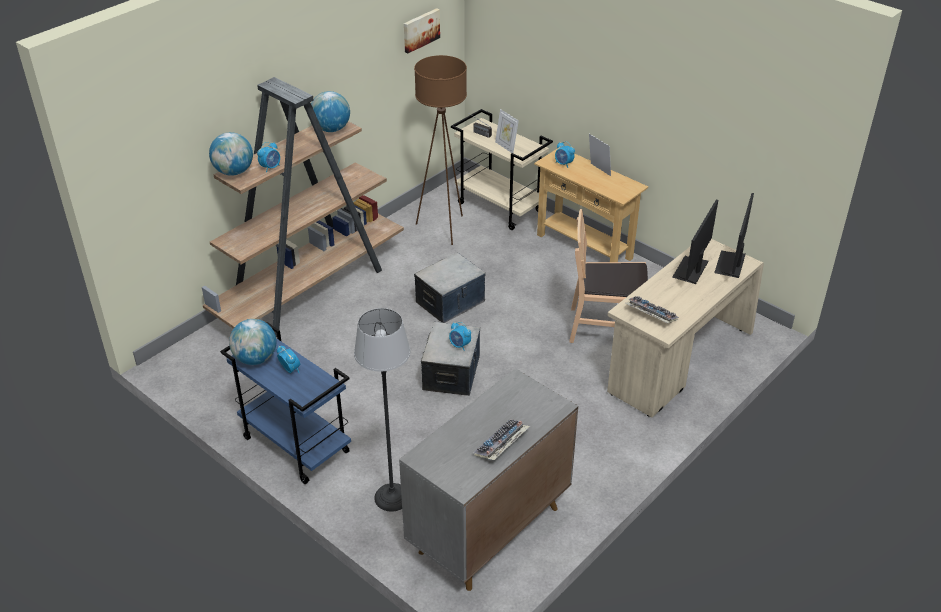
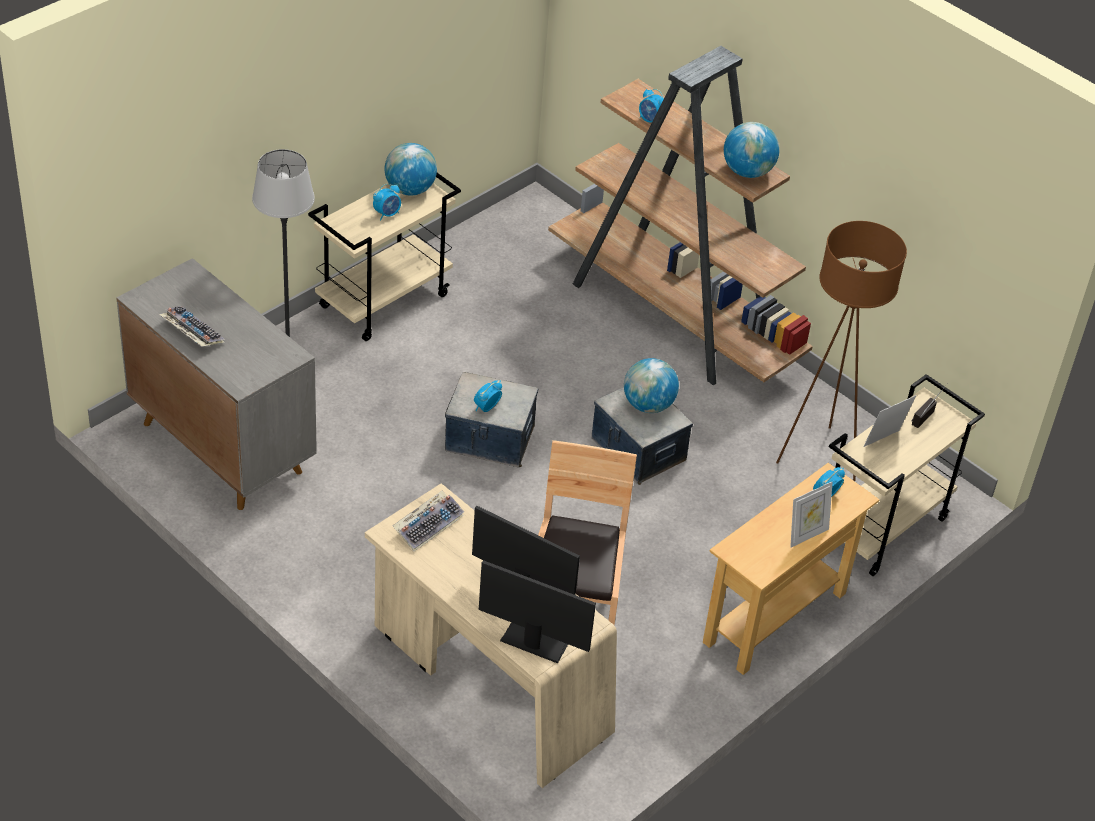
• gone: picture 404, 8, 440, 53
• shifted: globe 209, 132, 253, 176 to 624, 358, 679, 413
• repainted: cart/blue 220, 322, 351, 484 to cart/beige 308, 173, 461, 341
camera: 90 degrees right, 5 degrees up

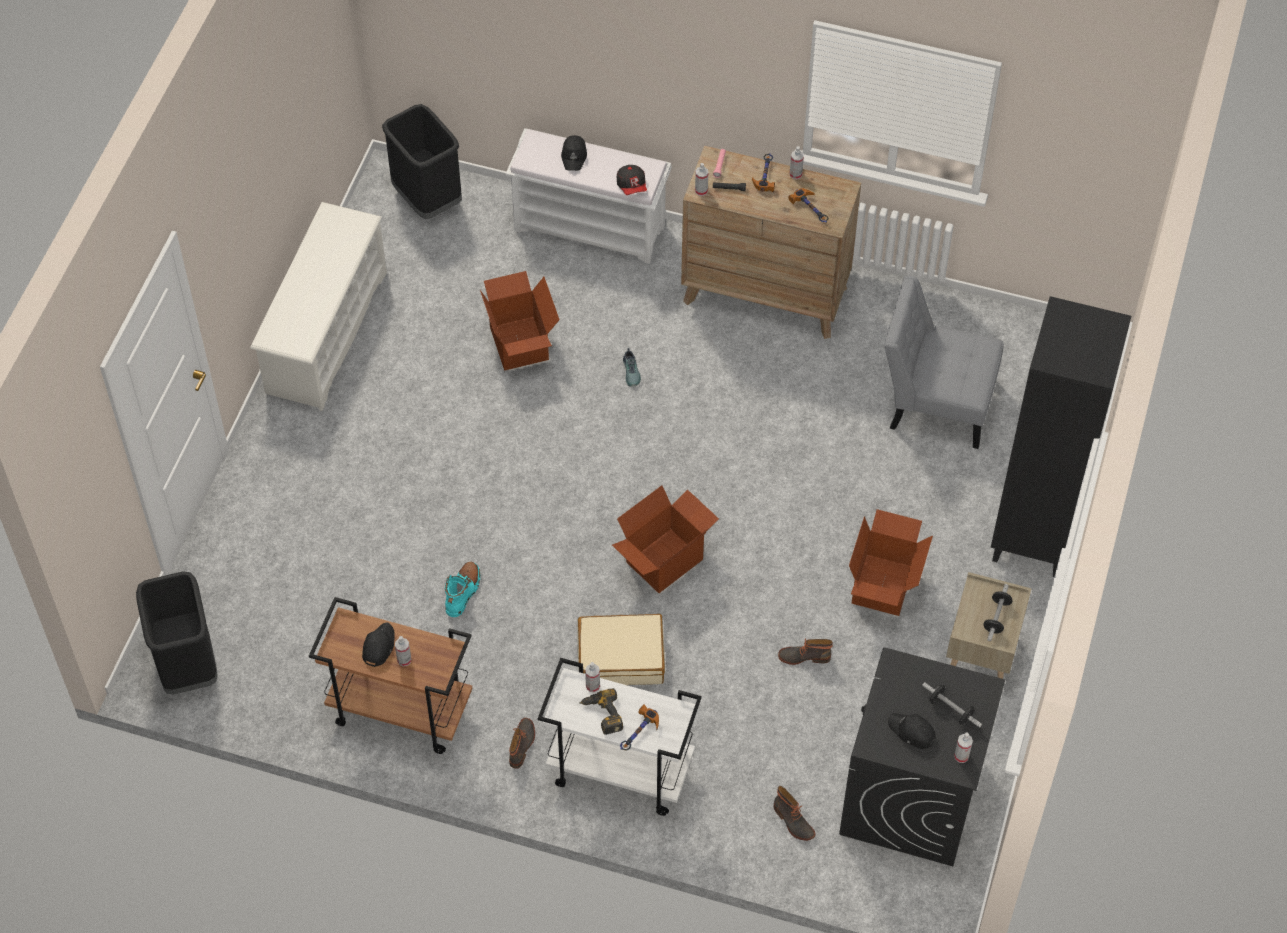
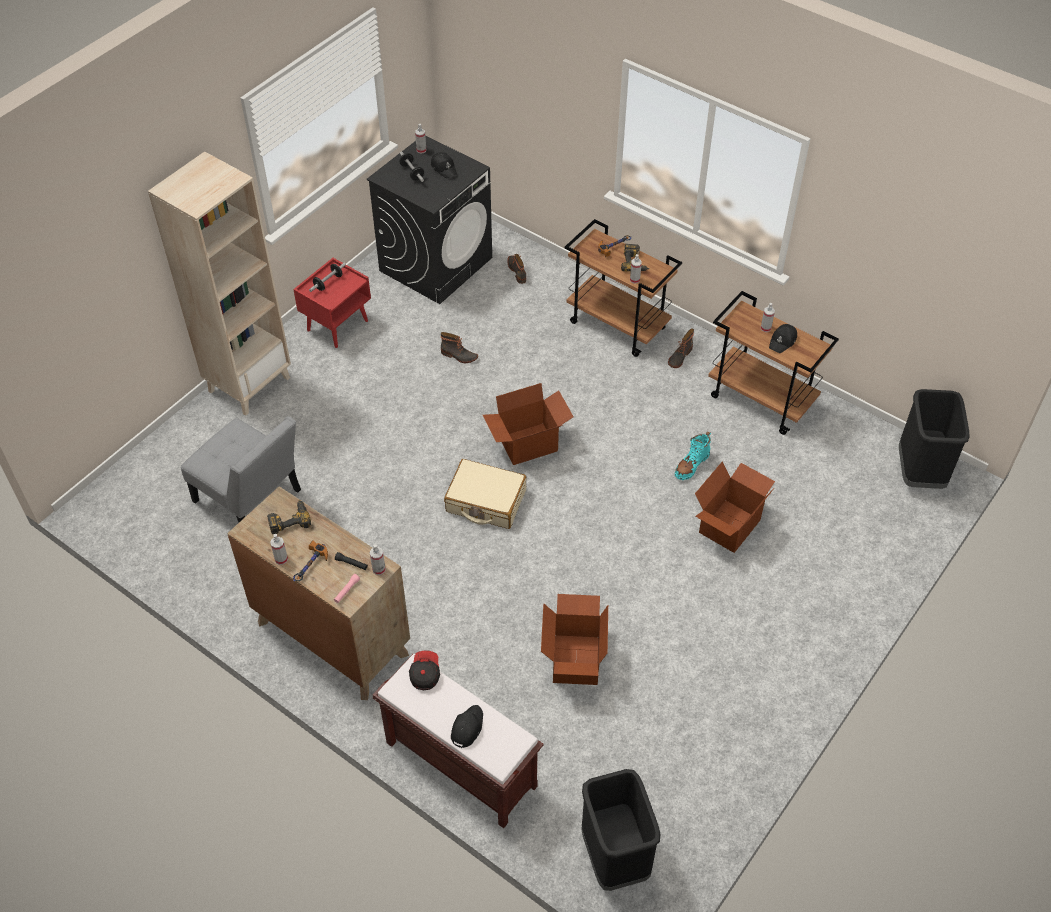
• repainted: bench/white 506, 128, 672, 264 to bench/brown 372, 654, 544, 828
• swapped: hammer 788, 188, 829, 222 to power drill 267, 500, 311, 534
• gone: shoe rack/white 250, 202, 387, 411
• repainted: bookcase/black 991, 296, 1131, 577 to bookcase/beige 148, 151, 291, 416
• gone: shoe 623, 348, 641, 387
• shifted: cardboard box 849, 509, 933, 616 to 695, 461, 775, 553
• repainted: nightstand/beige 946, 572, 1032, 679 to nightstand/red 293, 258, 371, 348
• shifted: suitcase/beige 578, 614, 665, 685 to 444, 459, 526, 529
• repainted: cart/white 538, 658, 702, 816 to cart/brown 565, 219, 682, 357
camera: 160 degrees left, 5 degrees down

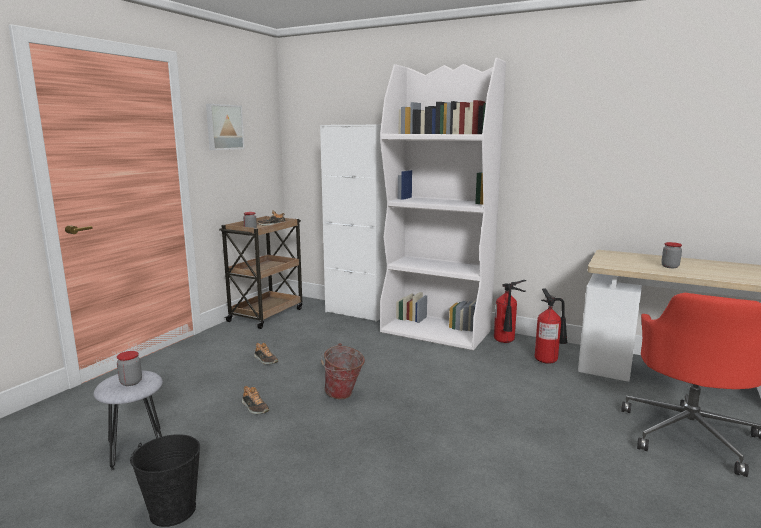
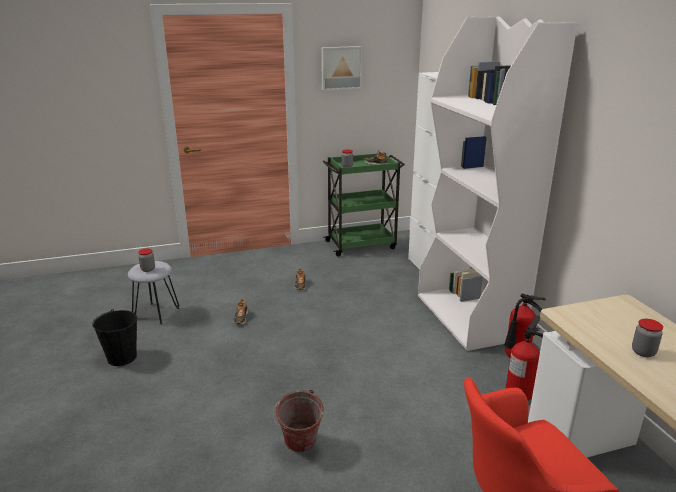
• repainted: cart/brown 219, 216, 302, 329 to cart/green 323, 153, 405, 257
• shifted: bucket 321, 343, 365, 399 to 273, 389, 324, 452
camera: 45 degrees right, 10 degrees up

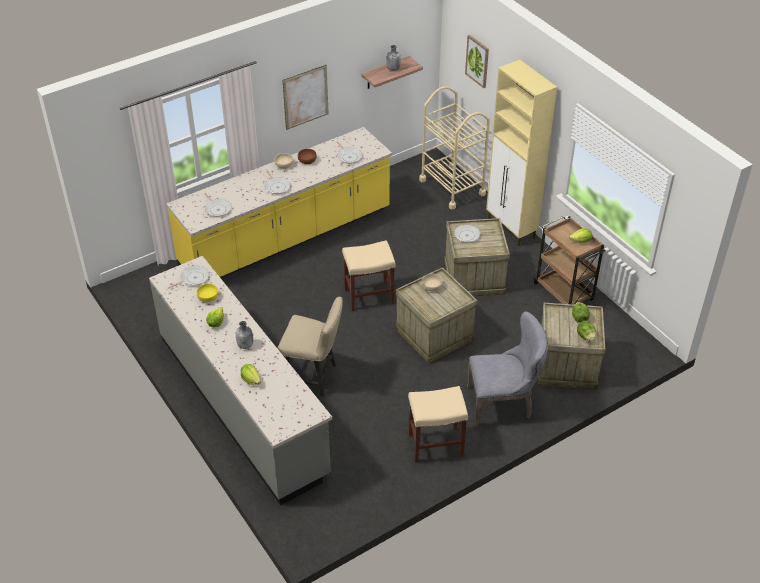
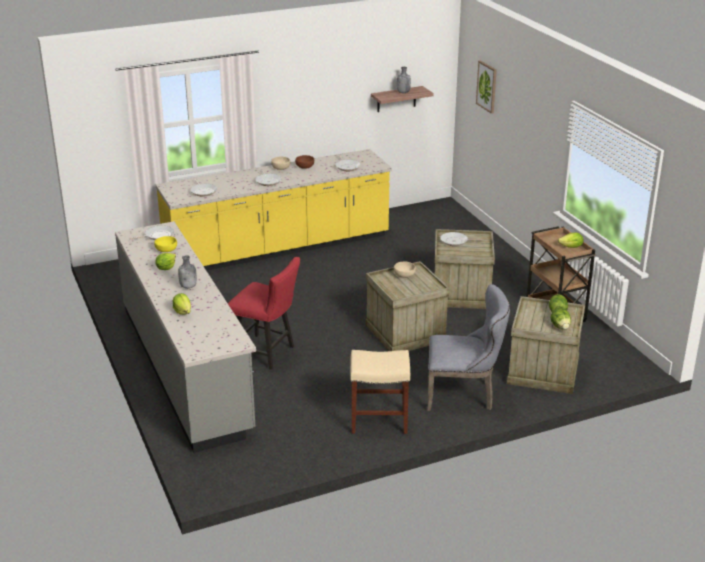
• gone: cabinet/beige 486, 60, 557, 246
• gone: picture 283, 65, 329, 130
• gone: cart/beige 419, 86, 490, 210
• gone: stool/beige 342, 240, 396, 311
• repainted: chair/beige 277, 297, 343, 396 to chair/red 228, 257, 300, 370
camera: 10 degrees right, 15 degrees down

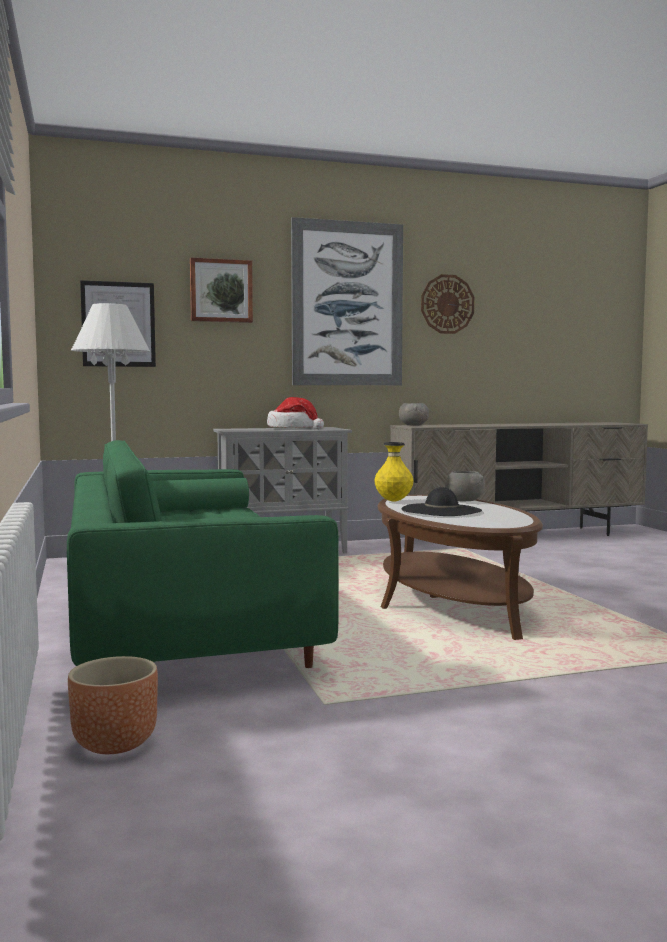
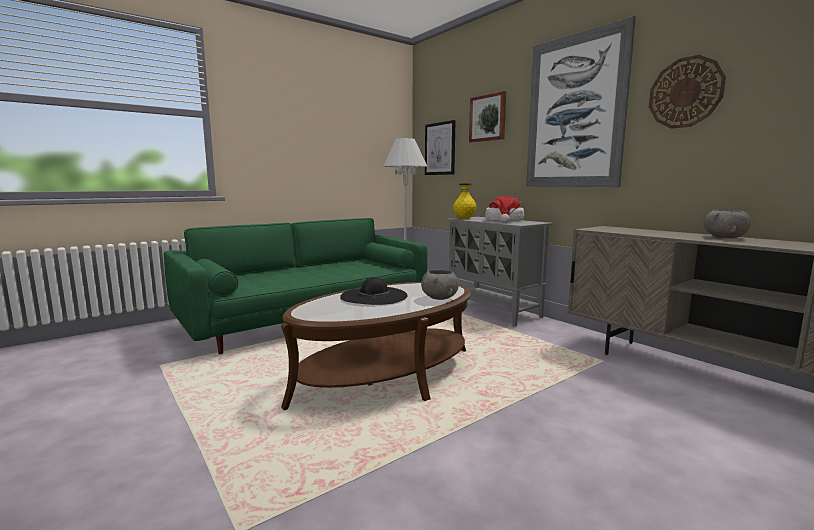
• shifted: bowl/grey 399, 403, 429, 425 to 704, 210, 751, 238
• shifted: vase/yellow 374, 442, 414, 501 to 453, 184, 477, 219
• gone: planter/brown 68, 656, 158, 754
camera: 70 degrees right, 5 degrees up

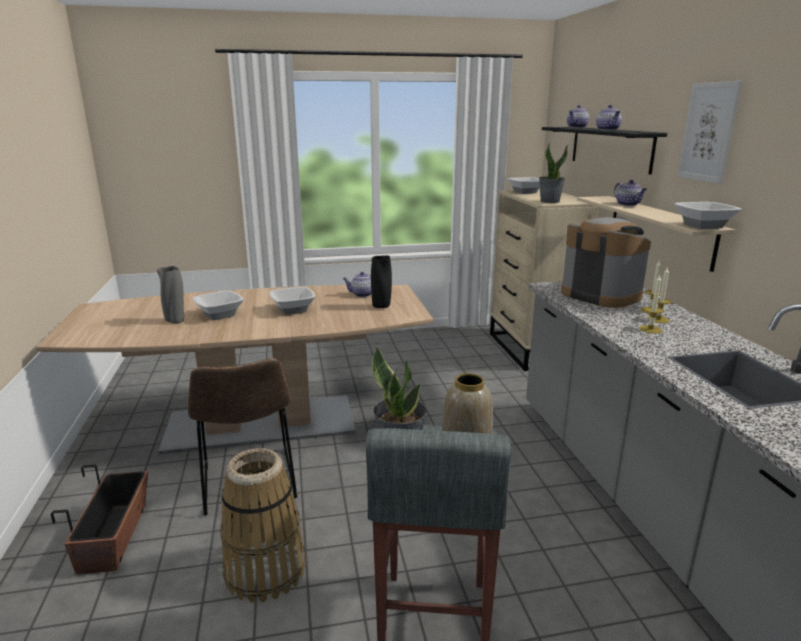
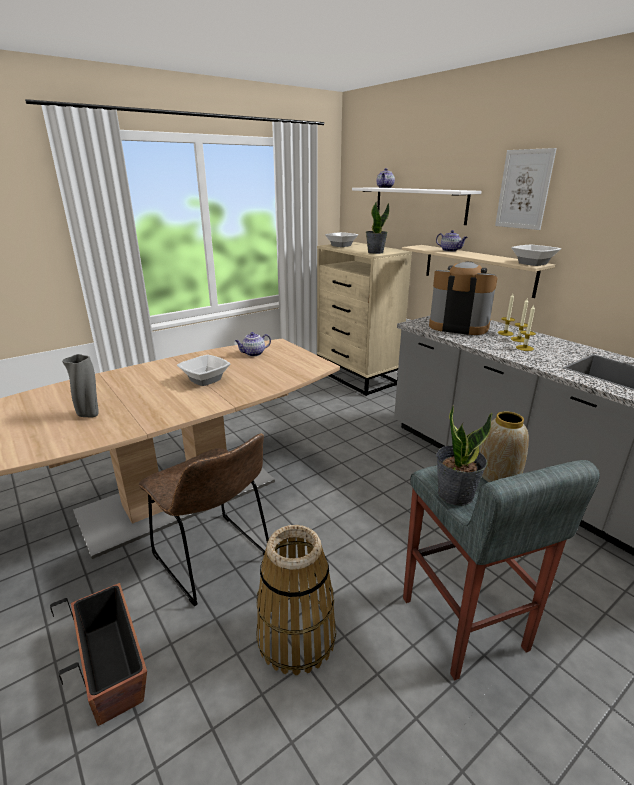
• gone: teapot 596, 105, 622, 130
• repainted: shelf/black 542, 127, 667, 175 to shelf/white 352, 187, 482, 225
• gone: vase/black 371, 255, 392, 308
• gone: bowl 193, 290, 244, 320
camera: 25 degrees left, 5 degrees up

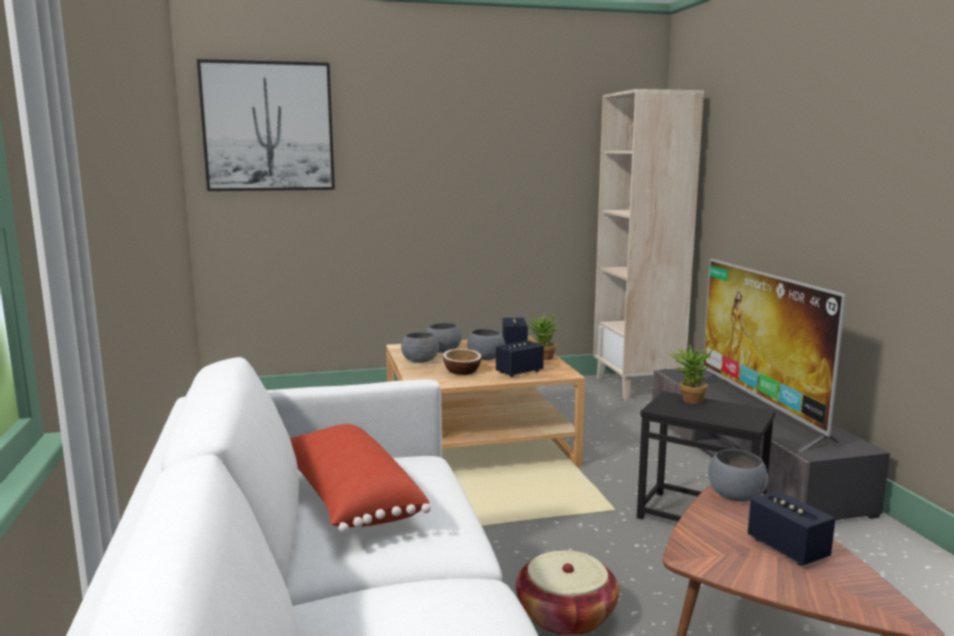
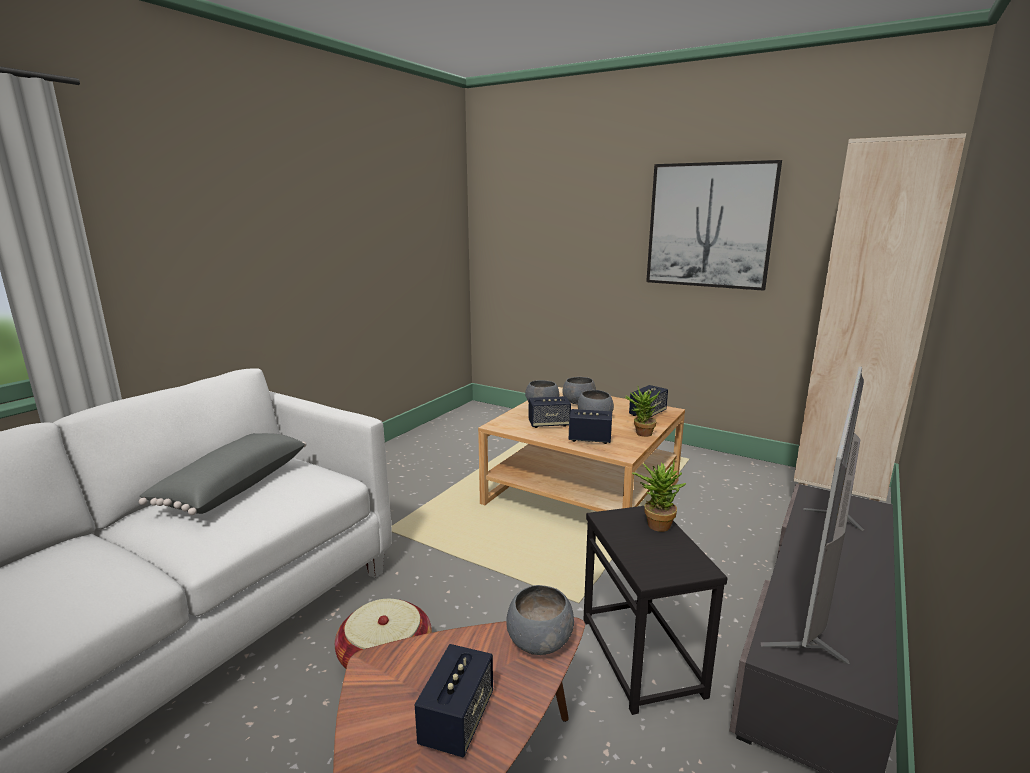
• shifted: picture 197, 59, 335, 191 to 646, 160, 782, 291
• swapped: bowl 443, 349, 482, 375 to speaker 529, 396, 571, 428
• repainted: pillow/red 290, 424, 431, 533 to pillow/grey 139, 433, 306, 515
camera: 45 degrees right, 5 degrees up

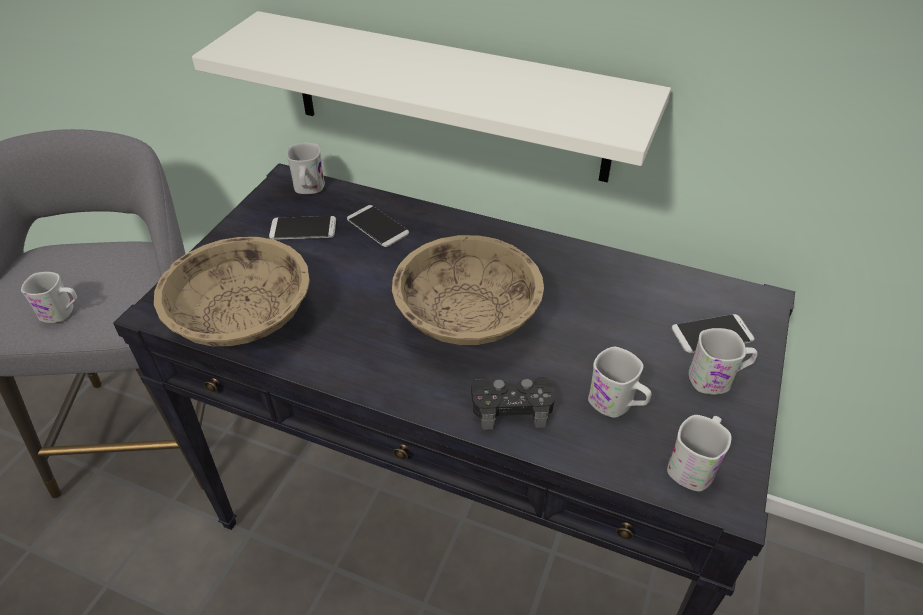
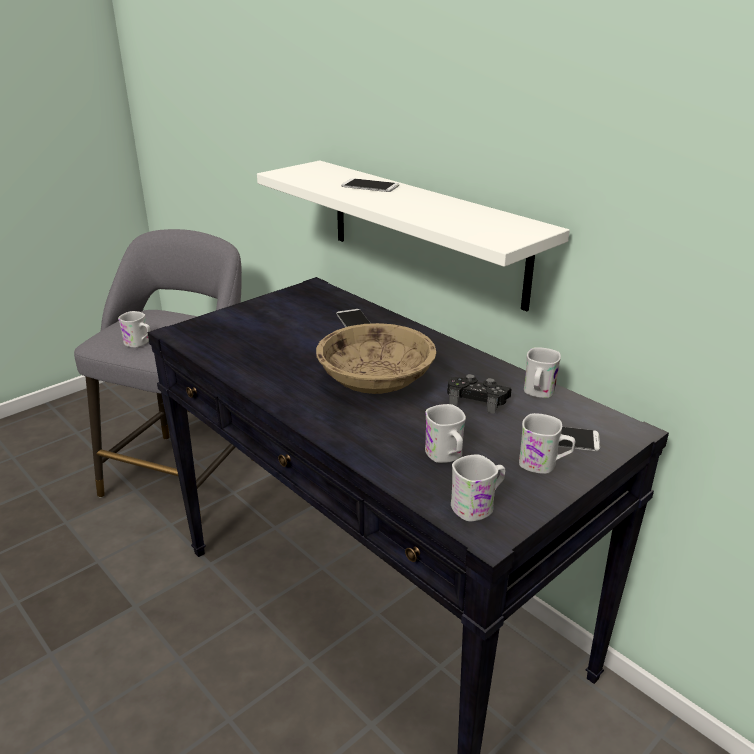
• shifted: mug/white 286, 143, 325, 194 to 524, 347, 561, 398
• shifted: phone 269, 216, 336, 240 to 341, 178, 399, 192
• gone: bowl/beige 154, 237, 310, 346
• shifted: game controller/black 471, 377, 555, 430 to 447, 374, 512, 414
camera: 25 degrees right, 15 degrees down

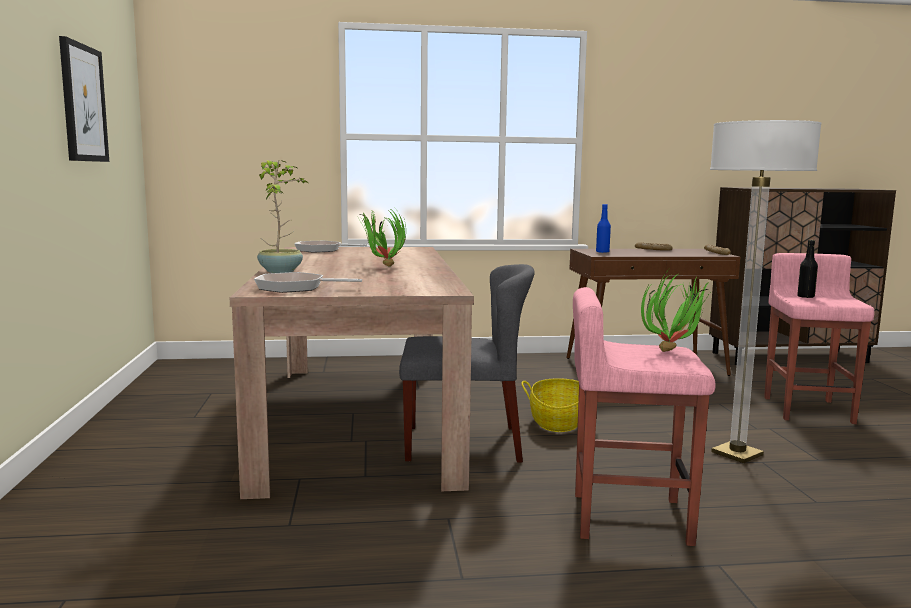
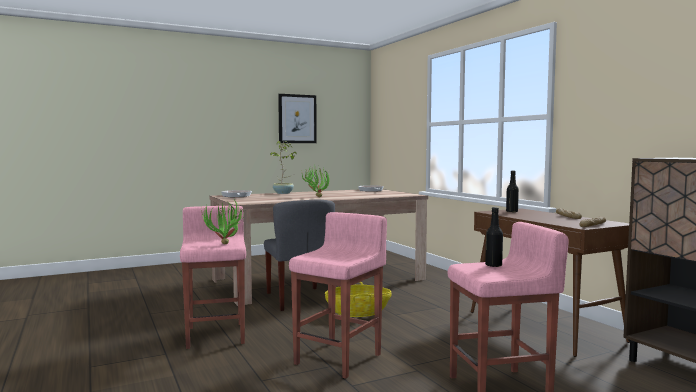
• swapped: floor lamp 710, 120, 822, 463 to stool/pink 289, 212, 387, 379
• repainted: bottle/blue 596, 204, 611, 253 to bottle/black 506, 171, 519, 212
camera: 70 degrees right, 5 degrees down

